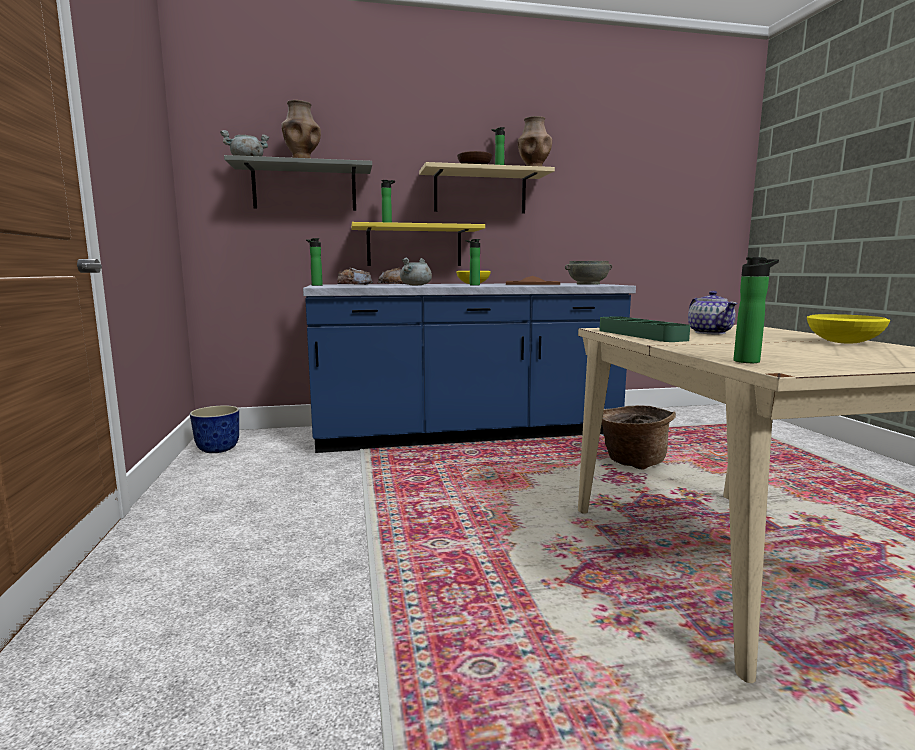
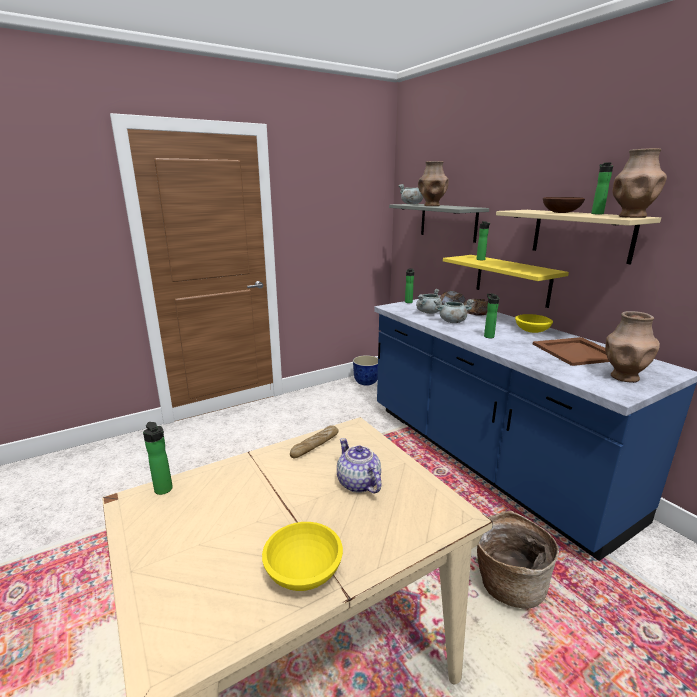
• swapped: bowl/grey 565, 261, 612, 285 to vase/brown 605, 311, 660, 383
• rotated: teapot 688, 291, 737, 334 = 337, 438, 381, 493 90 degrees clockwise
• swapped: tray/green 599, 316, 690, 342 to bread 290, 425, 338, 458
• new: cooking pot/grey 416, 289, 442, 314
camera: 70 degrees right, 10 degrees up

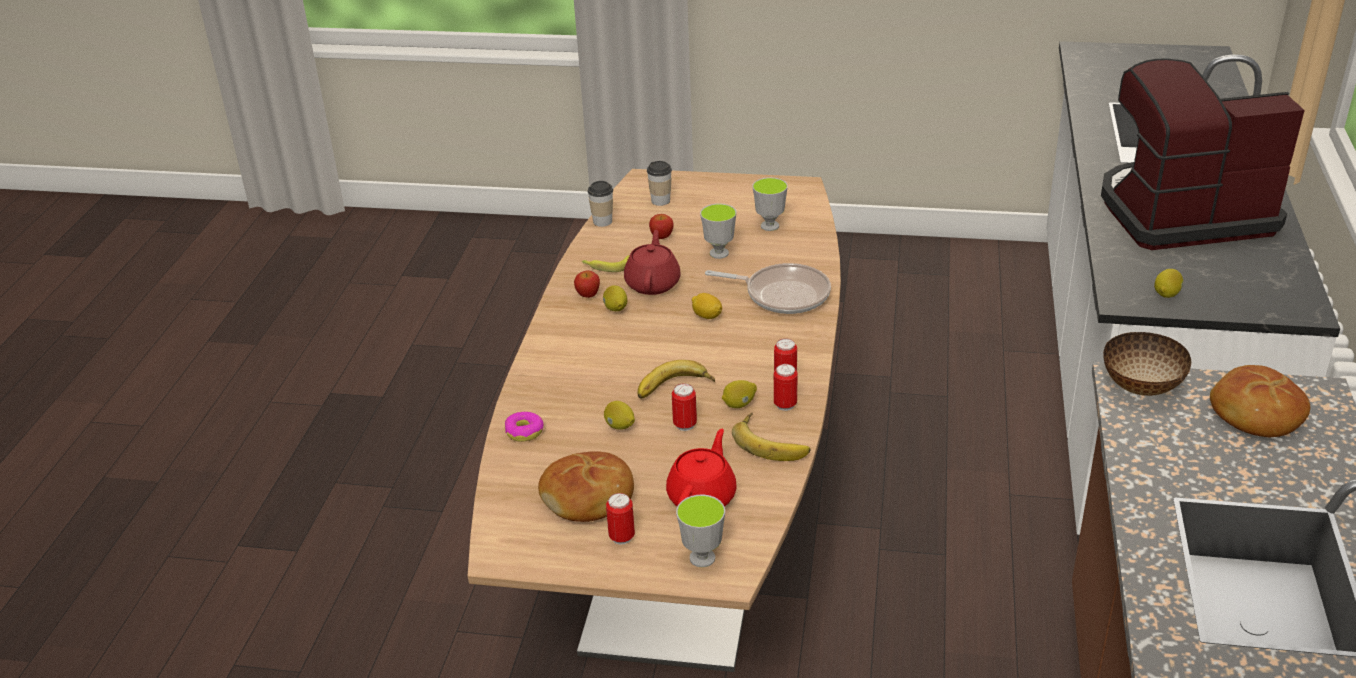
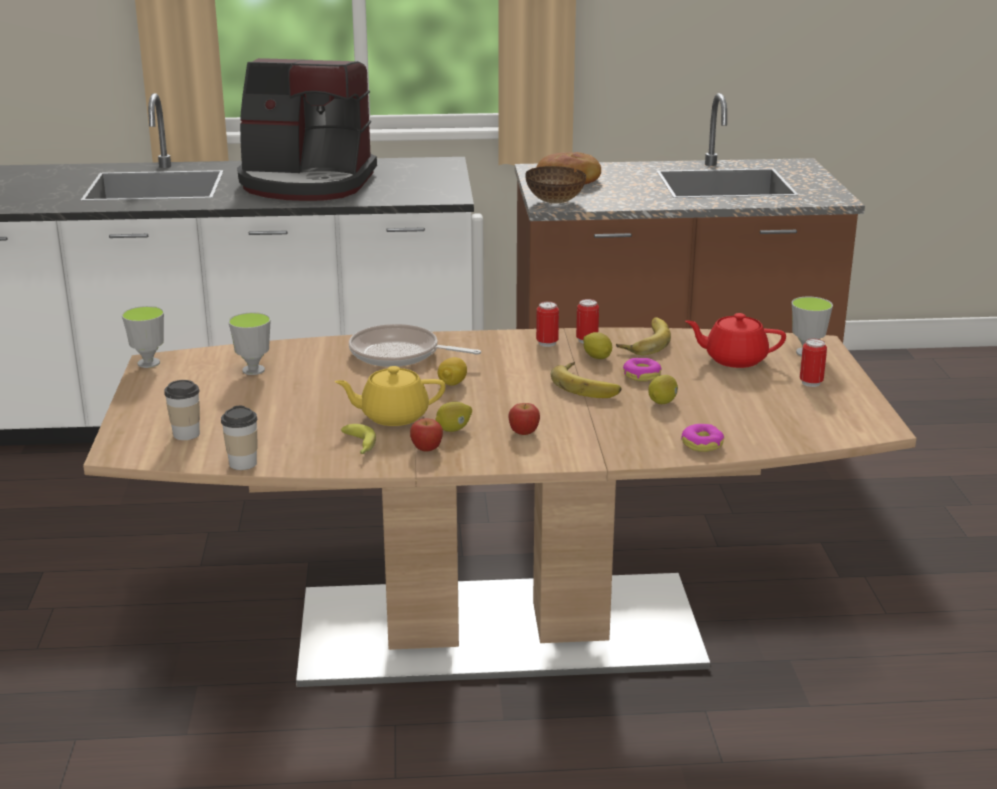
• rotated: coffee machine 1101, 58, 1305, 250 = 237, 58, 377, 201 60 degrees counterclockwise
• shifted: cup 700, 204, 736, 259 to 122, 306, 164, 368
• shifted: apple 649, 214, 674, 239 to 509, 403, 540, 435
• repainted: teapot/red 624, 230, 681, 295 to teapot/yellow 334, 366, 446, 426
• rotated: frying pan 705, 263, 831, 314 = 349, 324, 481, 367 75 degrees counterclockwise
• gone: lemon 1154, 269, 1183, 298
• swapped: can 672, 383, 697, 431 to donut 623, 358, 661, 381
• gone: bread 538, 451, 634, 522
camera: 105 degrees left, 10 degrees down

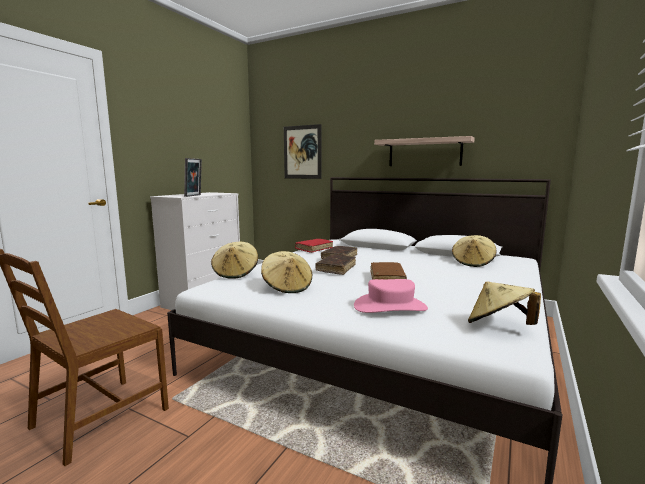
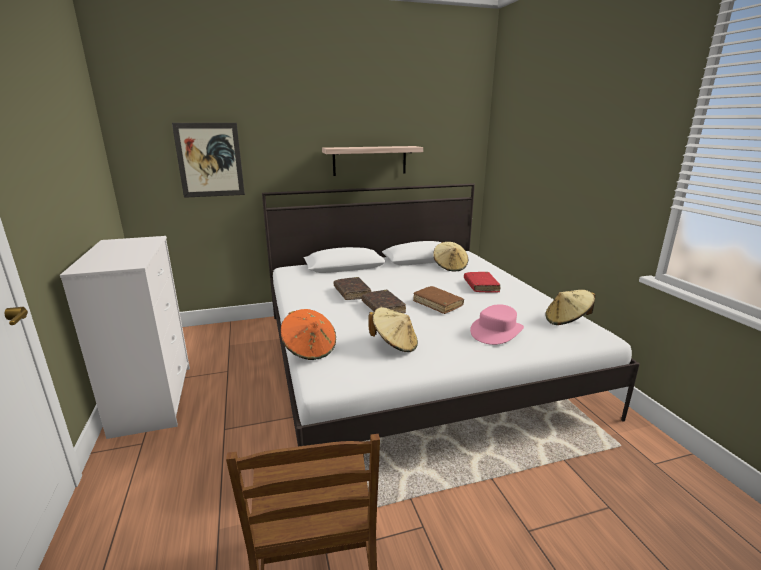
• gone: picture frame 184, 158, 202, 197
• shifted: book/red 295, 239, 333, 253 to 464, 272, 500, 293
• repainted: hat/beige 211, 242, 258, 279 to hat/orange 281, 309, 336, 360
camera: 45 degrees left, 10 degrees up

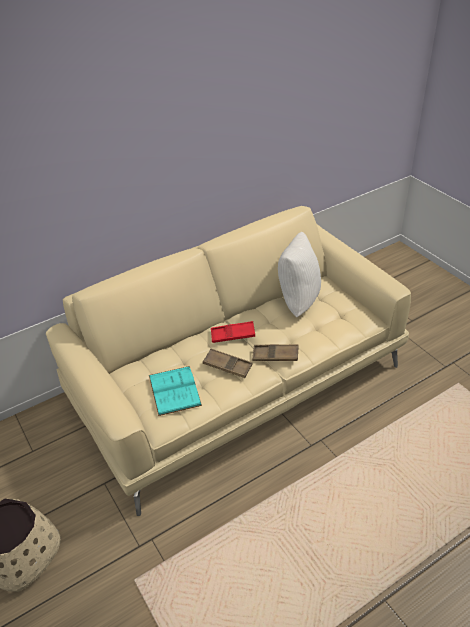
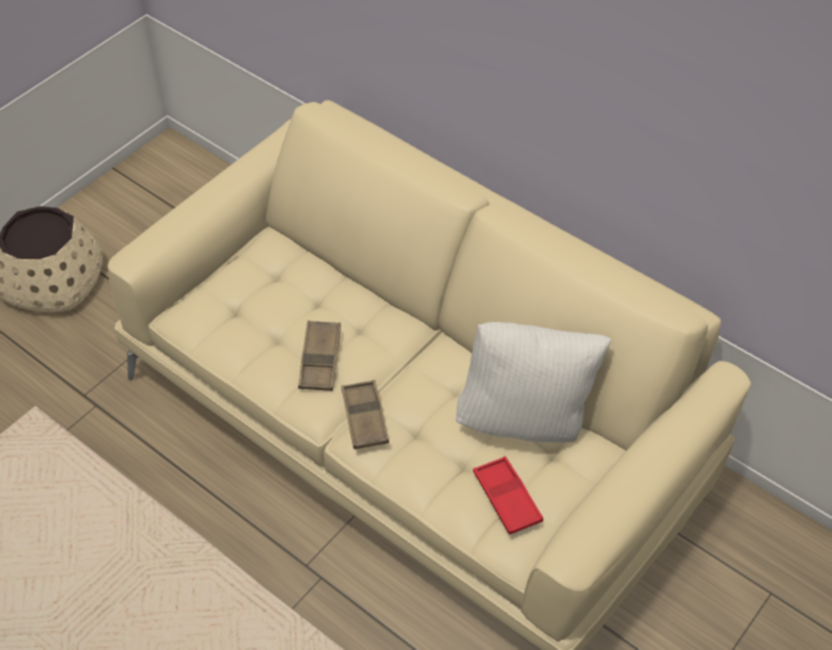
• shifted: tray/red 211, 321, 255, 343 to 473, 456, 543, 535
• gone: book/turquoise 149, 366, 202, 416
camera: 70 degrees right, 10 degrees up

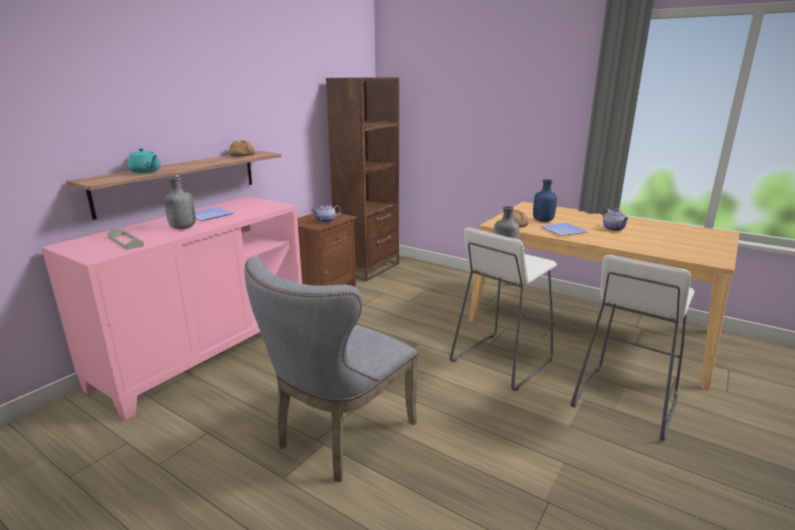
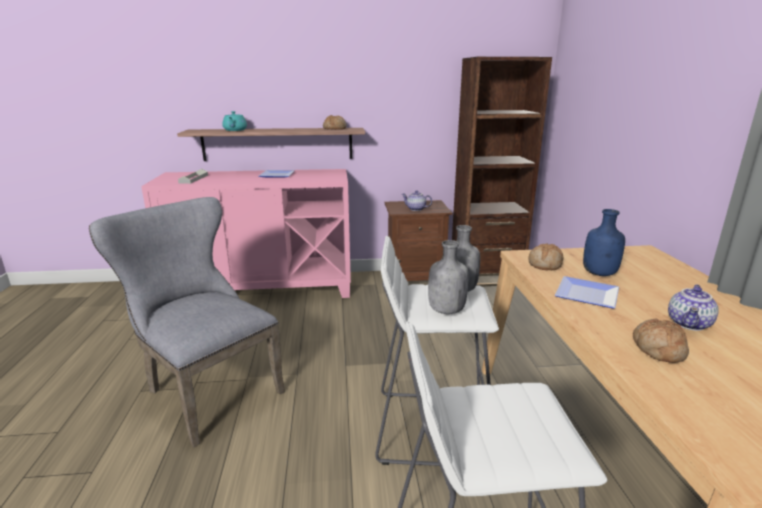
• shifted: bottle/grey 164, 177, 196, 229 to 428, 240, 468, 314
• rotated: chair/grey 245, 257, 418, 482 = 89, 197, 285, 448 45 degrees clockwise
• new: bread 633, 319, 689, 363
camera: 50 degrees right, 0 degrees up

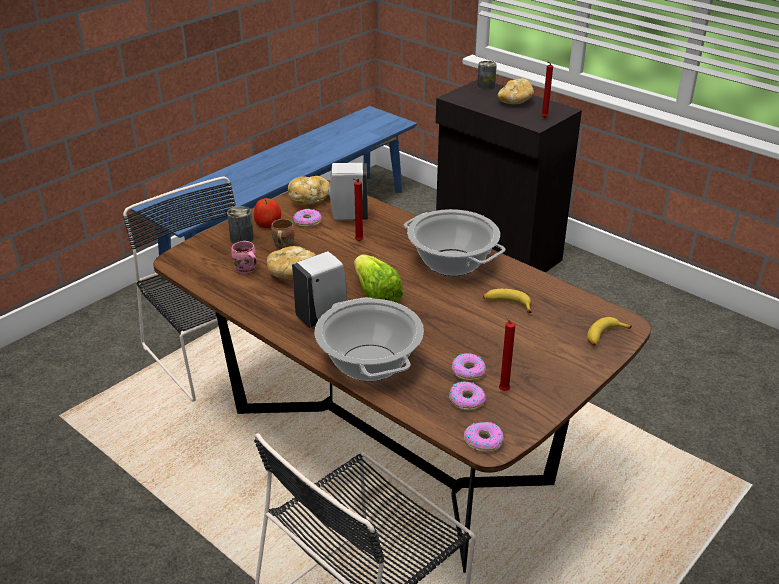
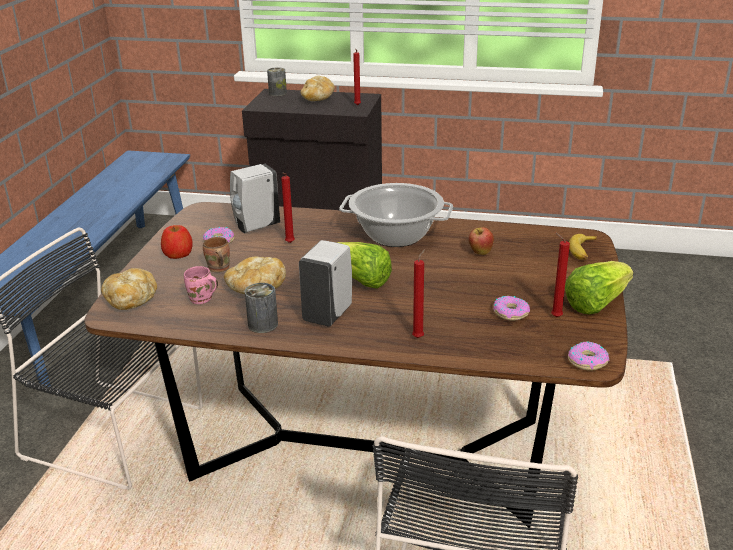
• shifted: bread 288, 176, 330, 205 to 101, 268, 157, 310
• shifted: can 227, 206, 254, 244 to 245, 283, 278, 333
• swapped: banana 483, 289, 532, 313 to apple 468, 227, 494, 255
• swapped: cooking pot 315, 297, 424, 381 to candle/red 412, 249, 425, 338
• gone: donut 449, 381, 486, 410
• new: lettuce 565, 261, 634, 314
camera: 30 degrees left, 5 degrees down

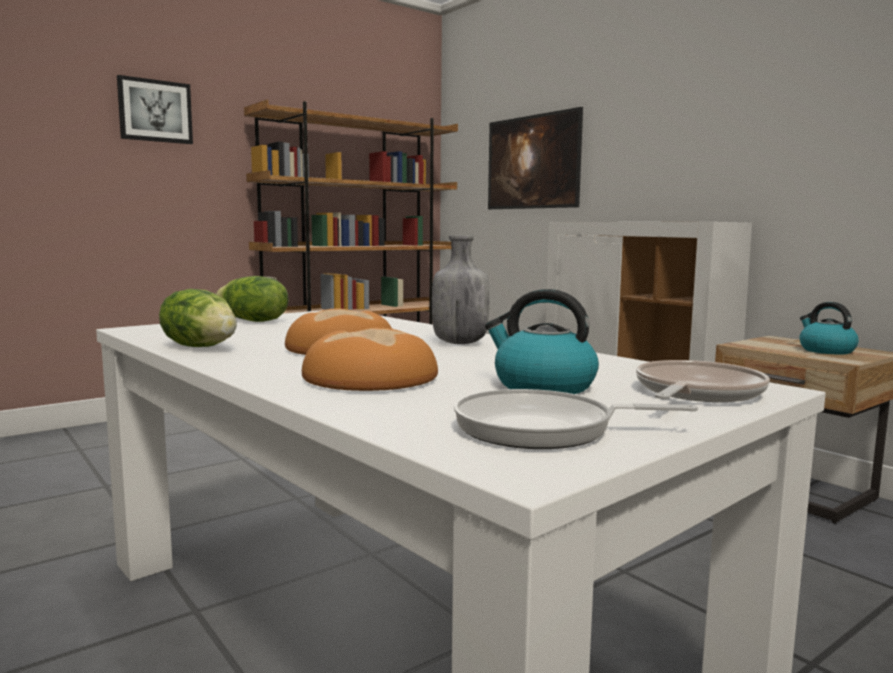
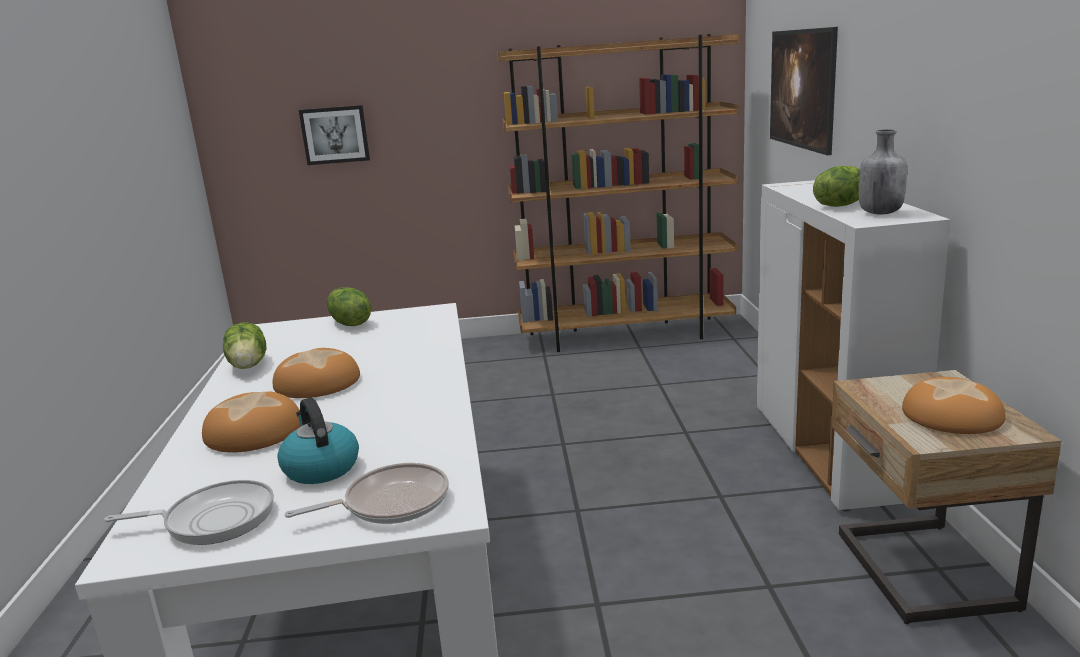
• shifted: picture 117, 75, 193, 144 to 299, 105, 370, 165
• shifted: bottle/grey 432, 235, 490, 344 to 859, 129, 907, 214
• swapped: kettle 800, 302, 859, 355 to bread 902, 377, 1006, 434
• rotated: frying pan 454, 389, 698, 449 = 104, 480, 274, 545 135 degrees clockwise
• new: lettuce 813, 166, 860, 207
camera: 35 degrees right, 10 degrees up

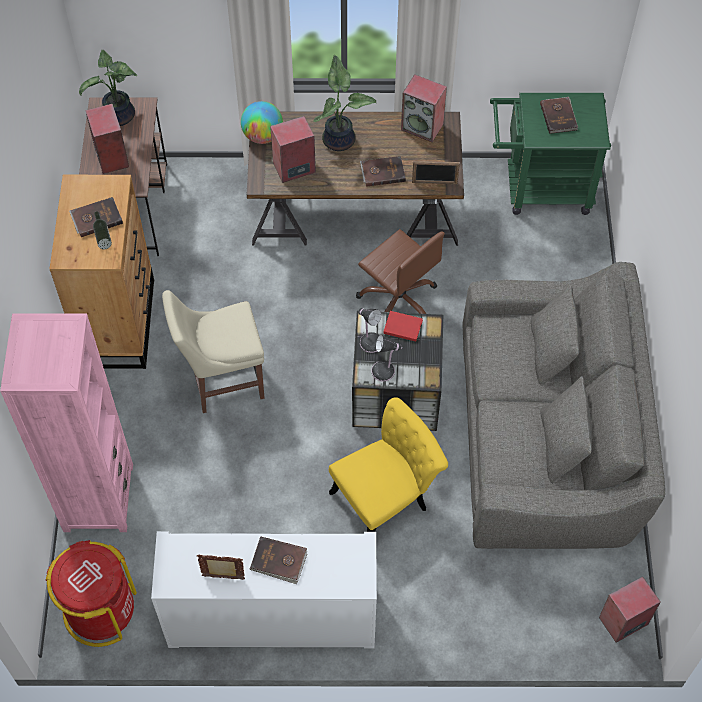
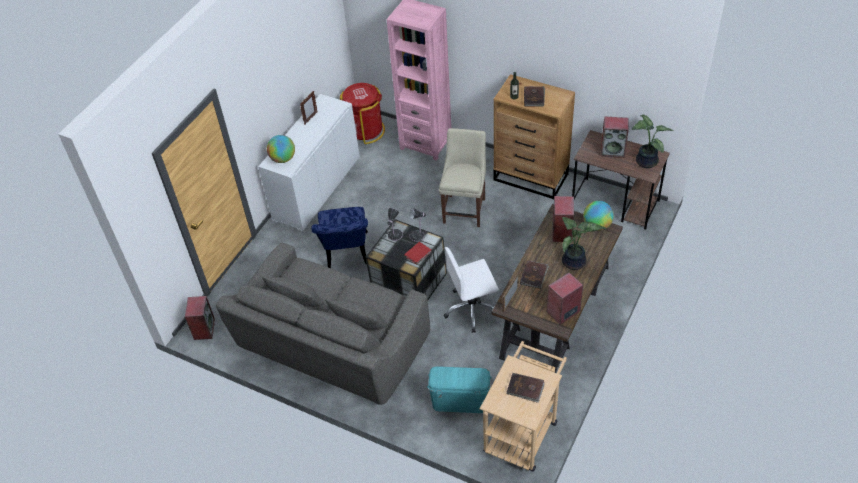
• repainted: cart/green 490, 93, 611, 215 to cart/beige 480, 341, 567, 472
• repainted: office chair/brown 356, 229, 445, 314 to office chair/white 444, 247, 499, 333
• repainted: chair/yellow 329, 397, 448, 532 to chair/blue 311, 207, 368, 268
• gone: book/brown 249, 536, 307, 584
• new: globe 267, 135, 295, 163
• new: storage box/turquoise 427, 366, 492, 413
camera: 120 degrees right, 10 degrees down

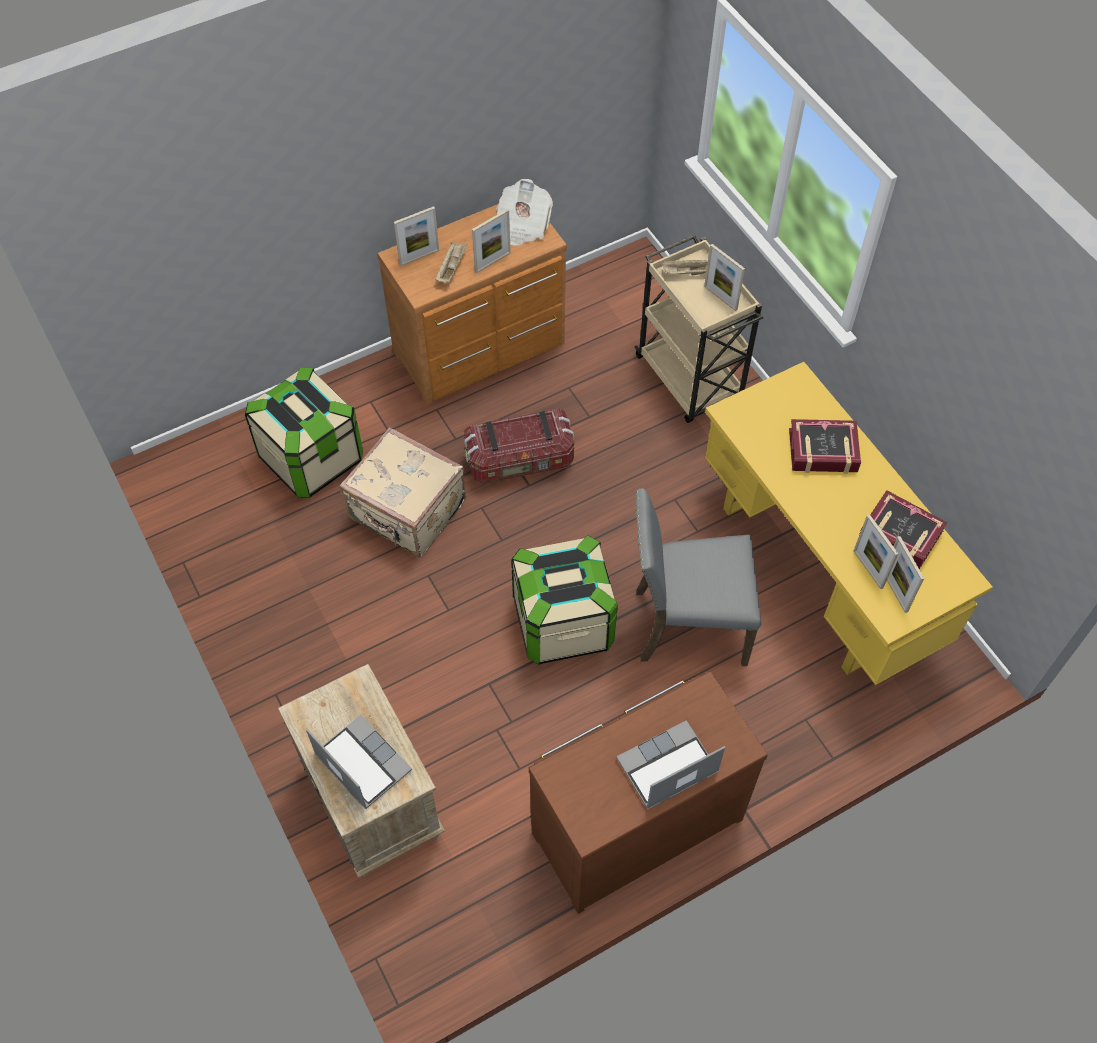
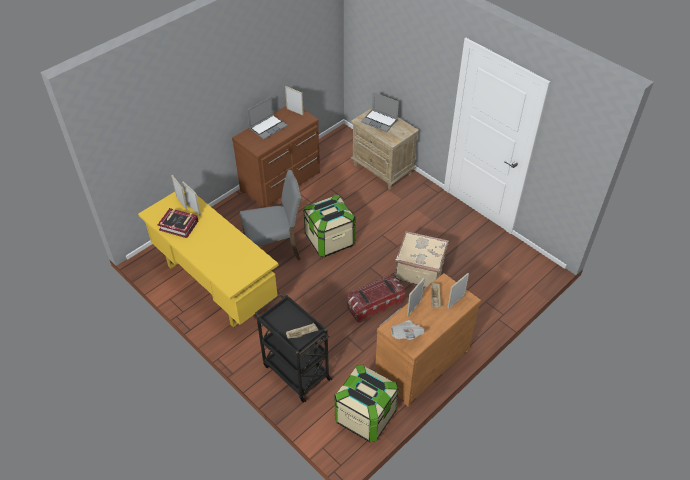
• repainted: cart/beige 634, 235, 763, 423 to cart/black 255, 294, 332, 403
• shifted: picture frame 704, 244, 745, 311 to 285, 86, 304, 115
• shifted: storage box 245, 368, 363, 498 to 334, 364, 399, 442
• gone: book 789, 419, 861, 474
camera: 165 degrees right, 10 degrees down

